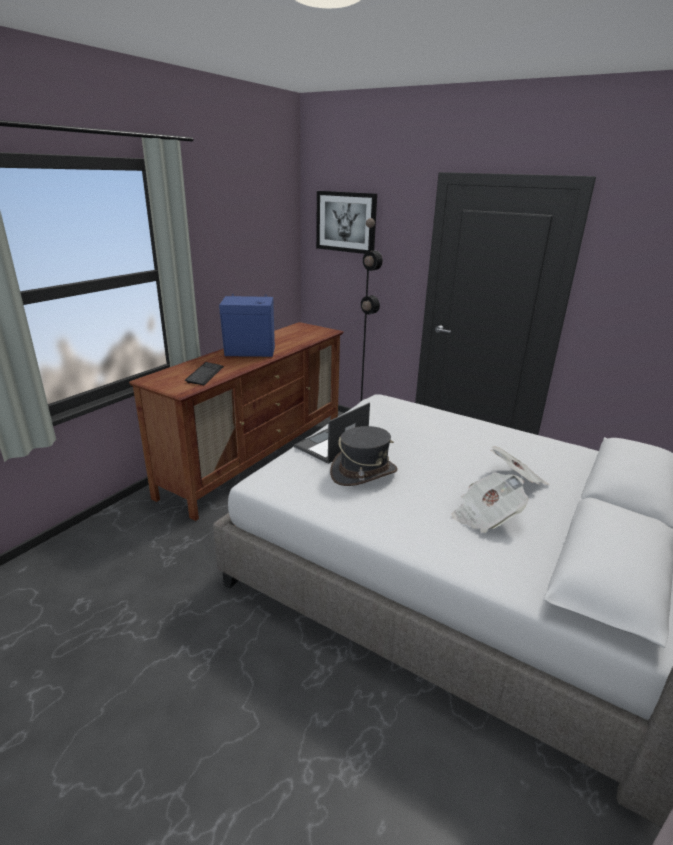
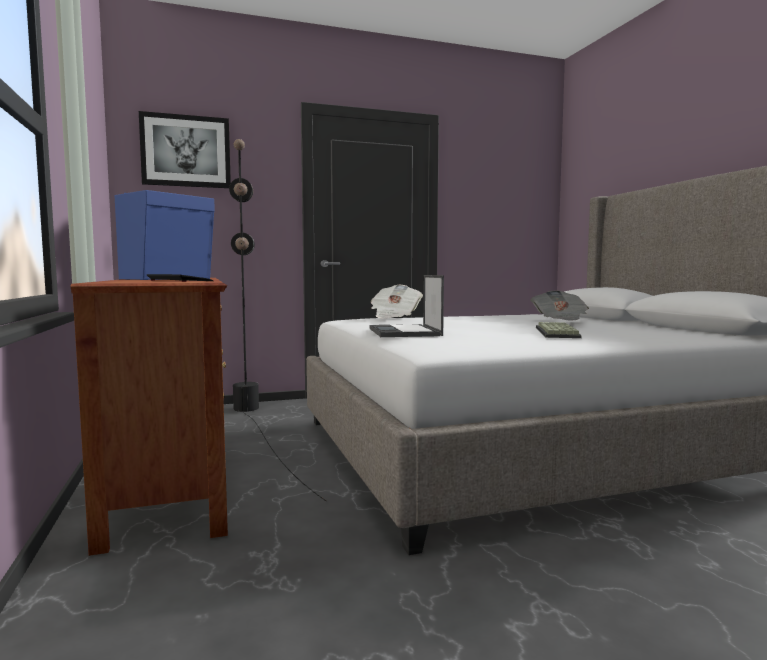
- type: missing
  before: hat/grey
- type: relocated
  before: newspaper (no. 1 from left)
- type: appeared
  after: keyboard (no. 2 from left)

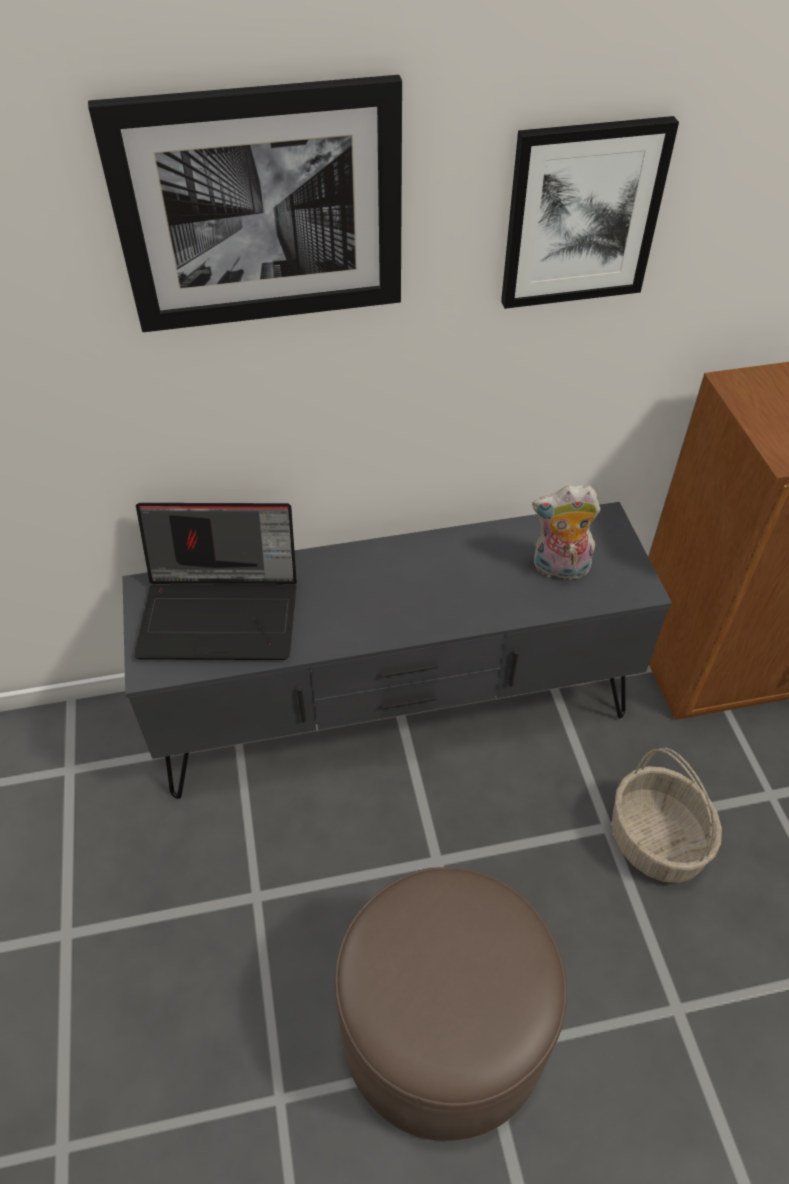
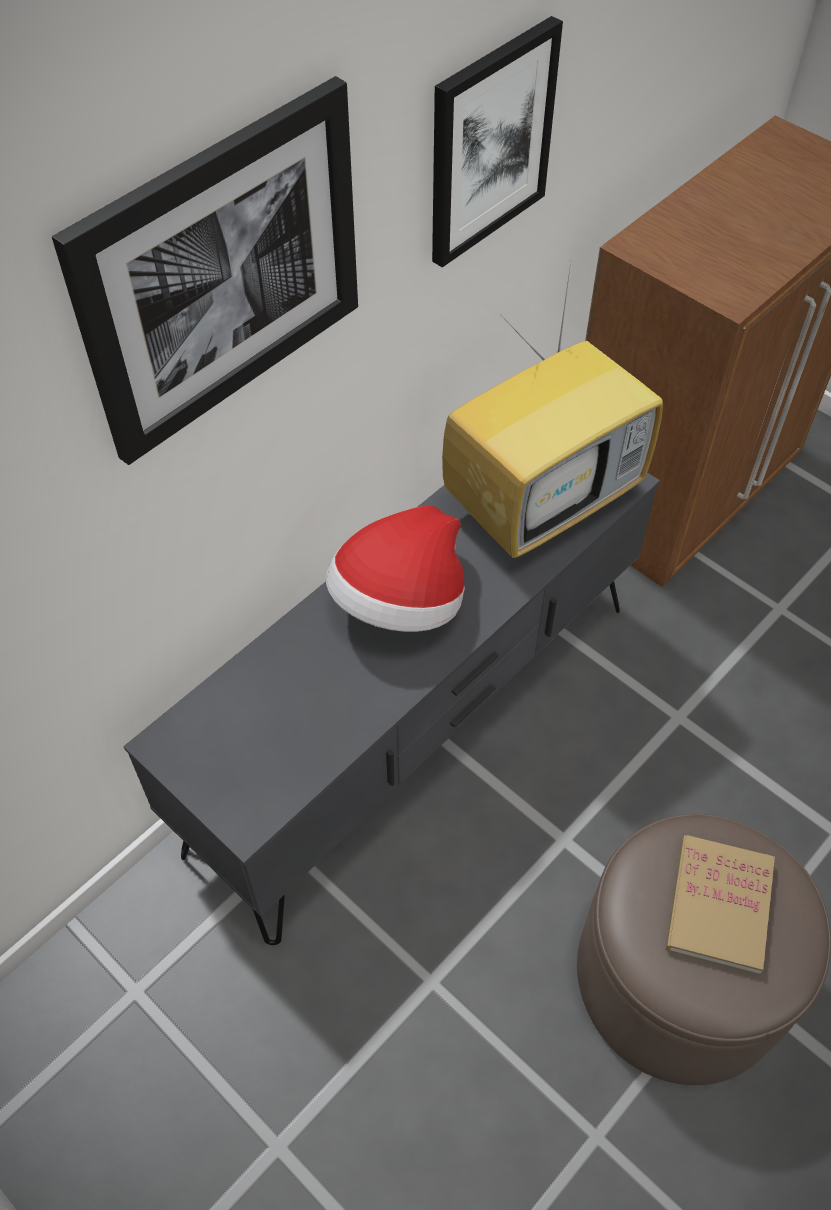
- type: missing
  before: laptop
- type: exchanged
  before: plush toy
  after: television
- type: missing
  before: basket
- type: appeared
  after: hat
- type: appeared
  after: book

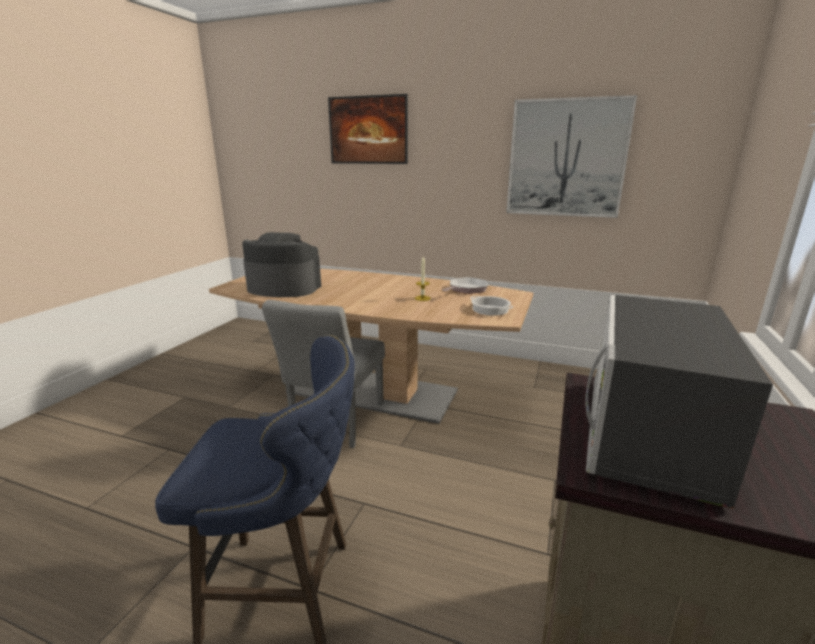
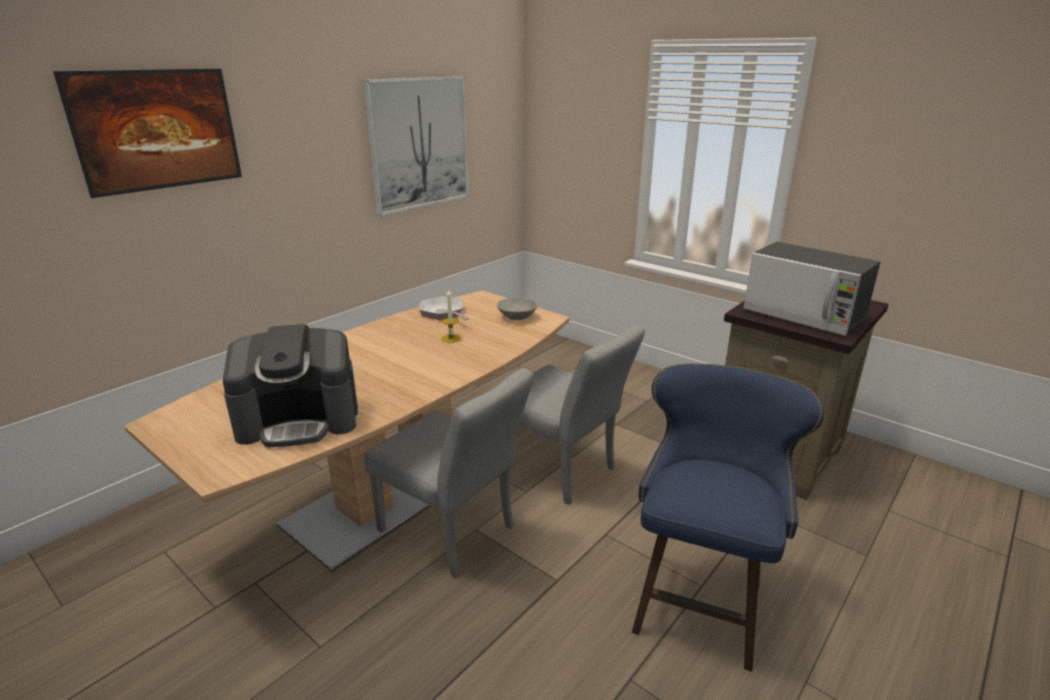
- type: spun
  before: coffee machine
  turn: -135
- type: exchanged
  before: cooking pot
  after: bowl/grey
- type: appeared
  after: chair/grey (no. 2 from left)

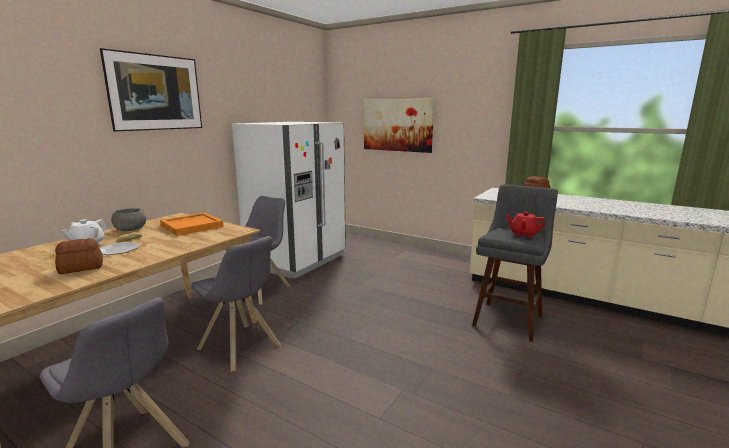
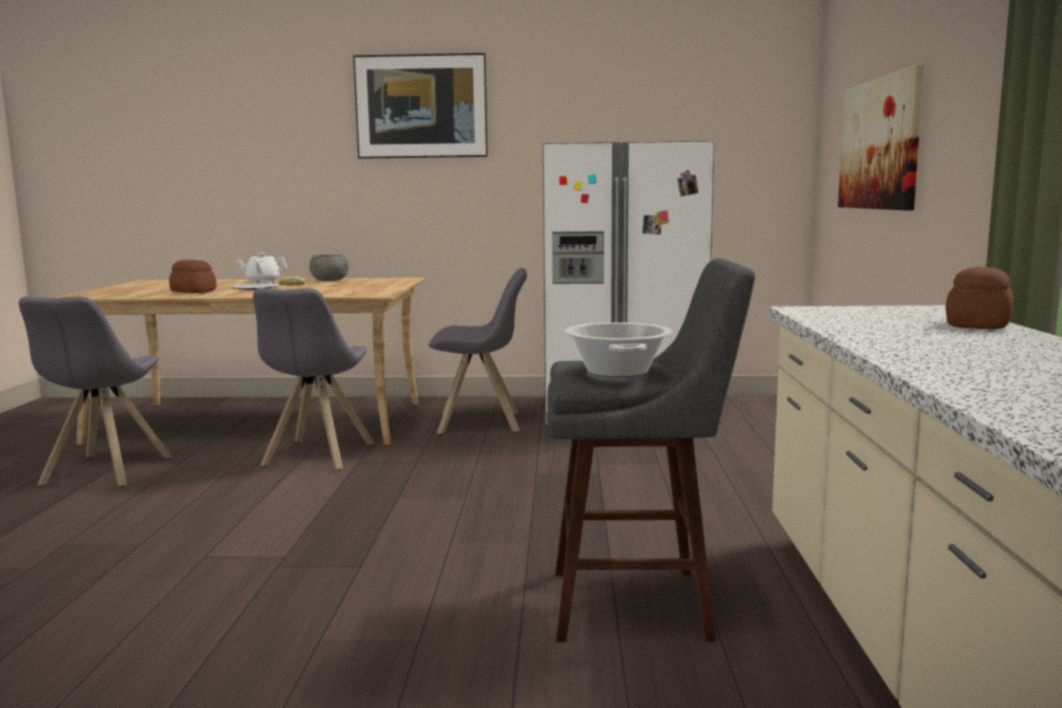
- type: missing
  before: tray/orange
- type: exchanged
  before: teapot/red
  after: cooking pot

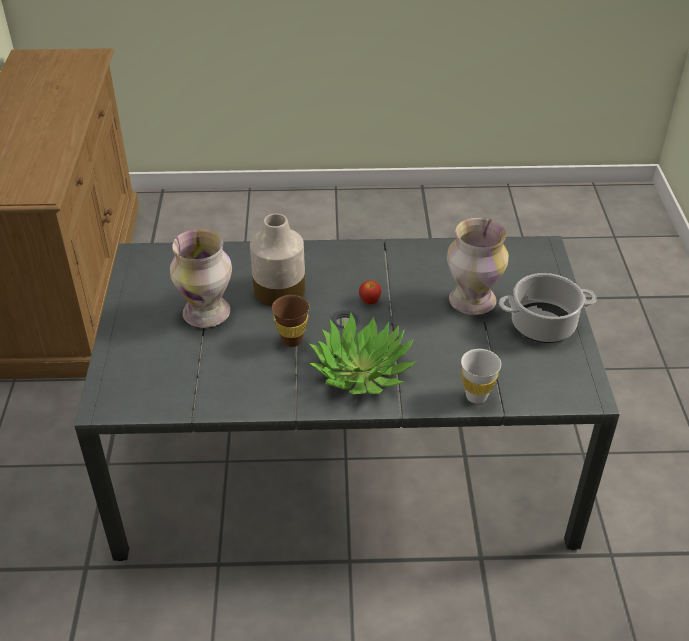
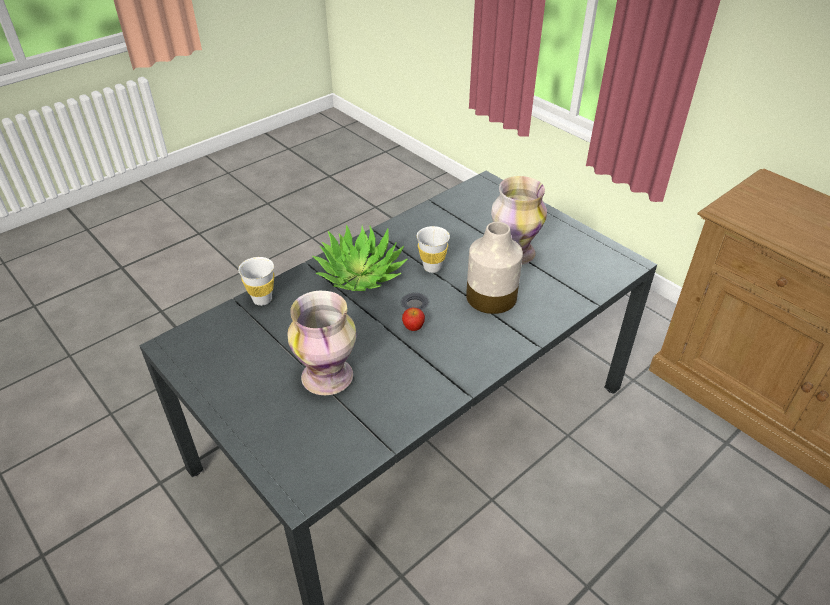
- type: colour
  before: cup/brown
  after: cup/white (no. 2 from left)
- type: missing
  before: cooking pot

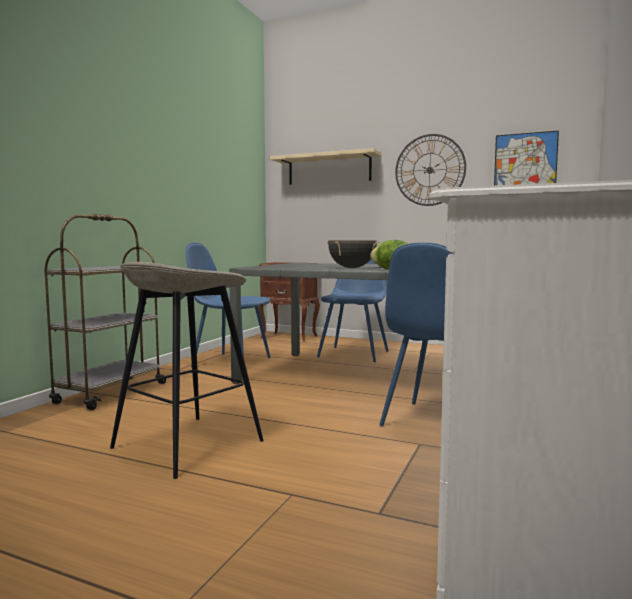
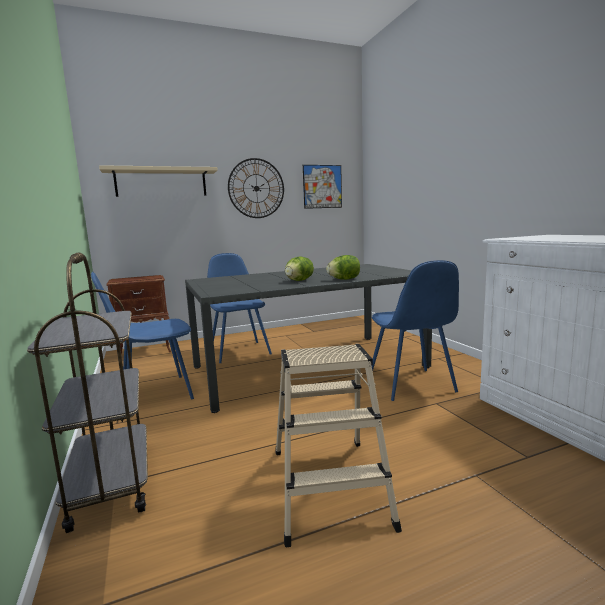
- type: exchanged
  before: stool/grey
  after: step ladder/beige
- type: exchanged
  before: cooking pot/black
  after: lettuce (no. 1 from left)

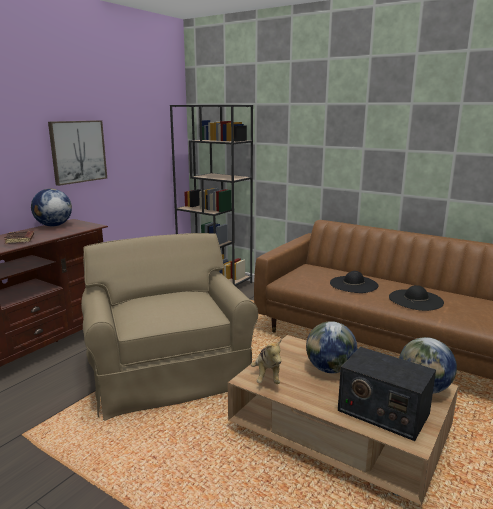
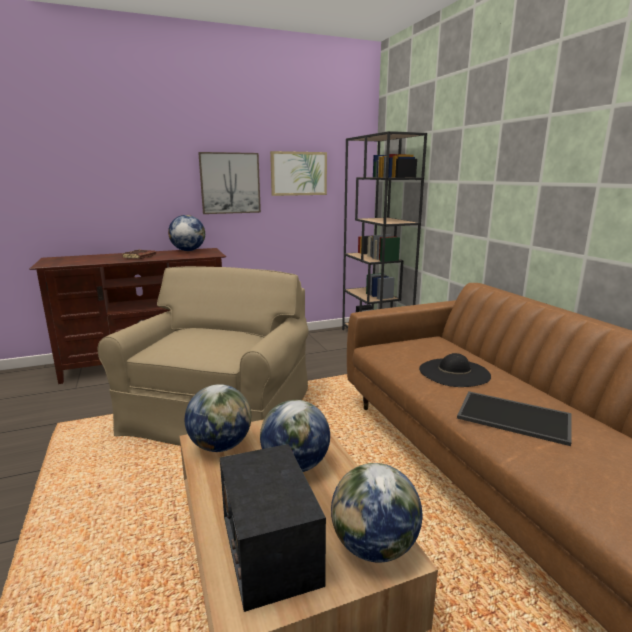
- type: exchanged
  before: plush toy
  after: globe (no. 2 from left)
- type: exchanged
  before: hat/black (no. 2 from left)
  after: tray
- type: appeared
  after: picture (no. 2 from left)

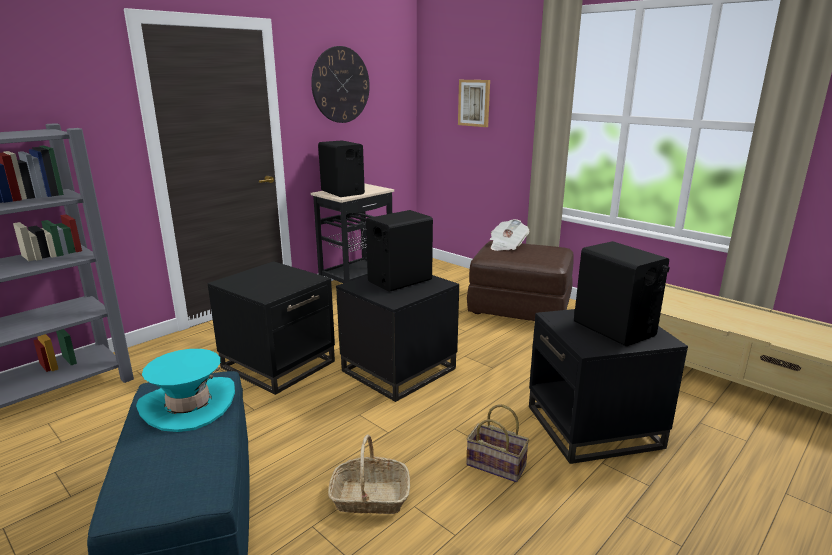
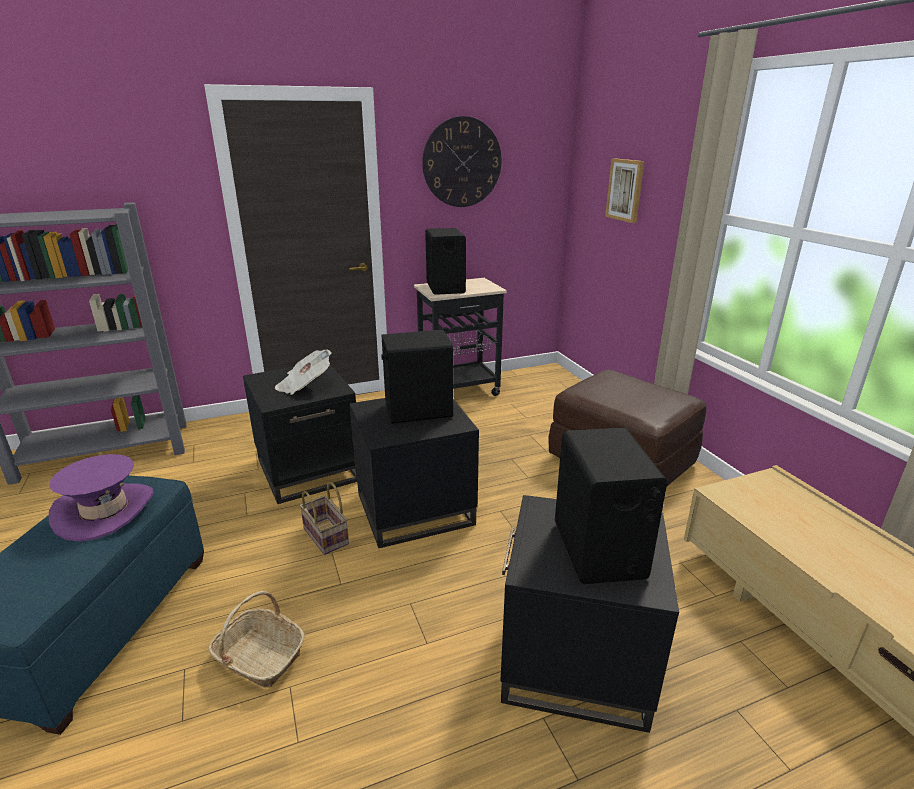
- type: colour
  before: hat/turquoise
  after: hat/purple
- type: relocated
  before: basket (no. 2 from left)
- type: relocated
  before: newspaper

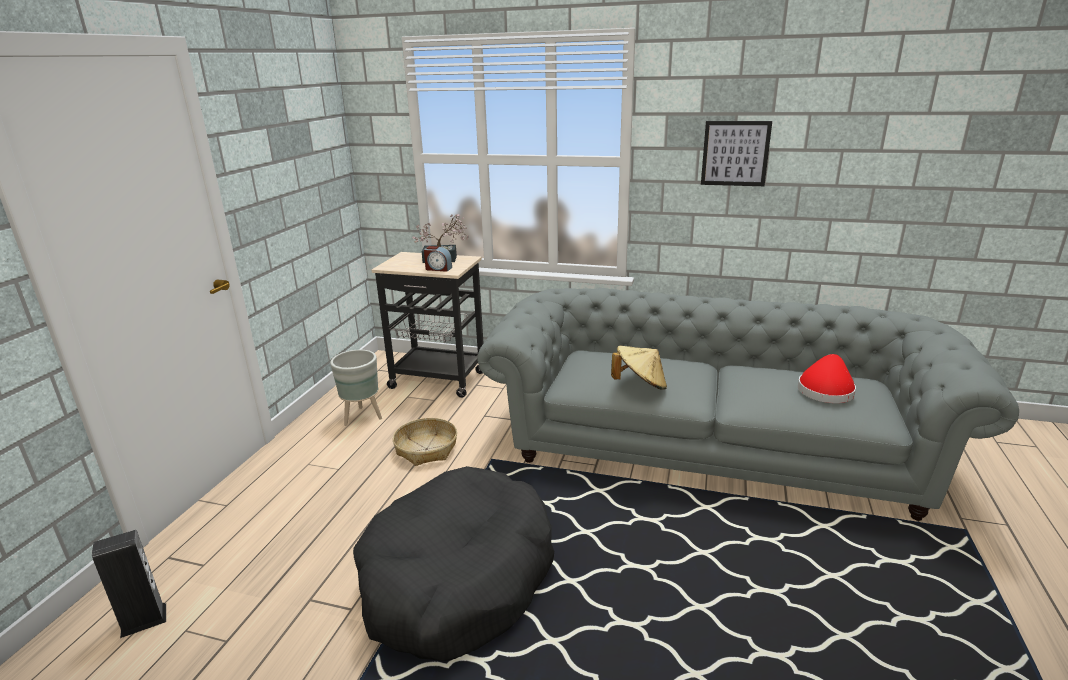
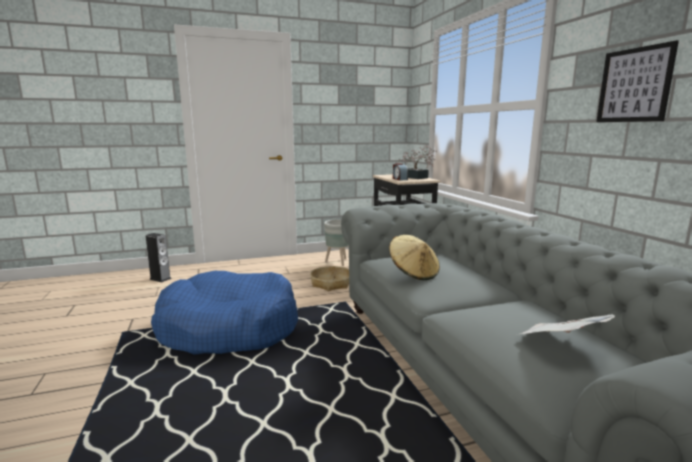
- type: colour
  before: dog bed/black
  after: dog bed/blue
- type: exchanged
  before: hat/red
  after: newspaper

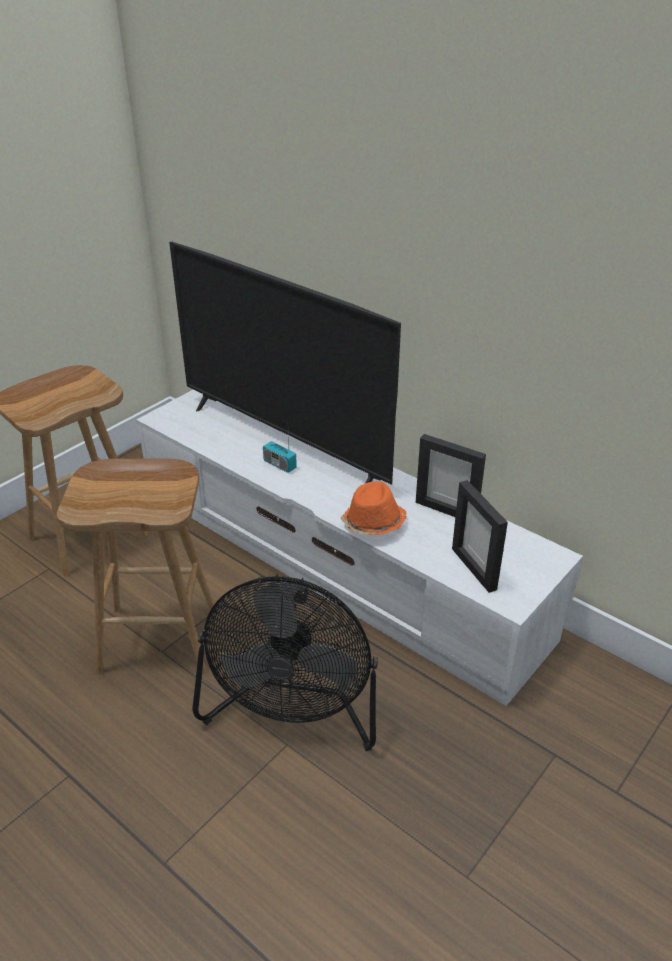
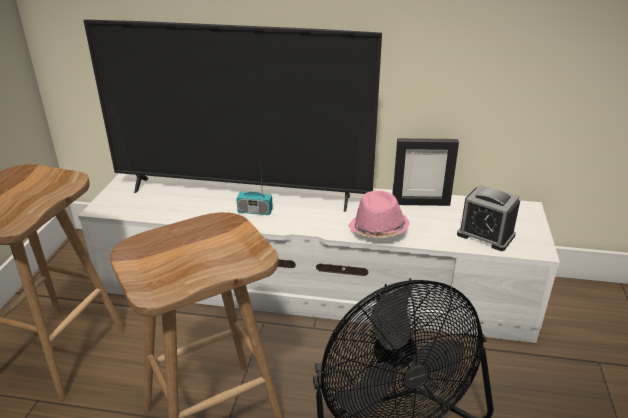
- type: colour
  before: hat/orange
  after: hat/pink
- type: exchanged
  before: picture frame (no. 2 from left)
  after: alarm clock

